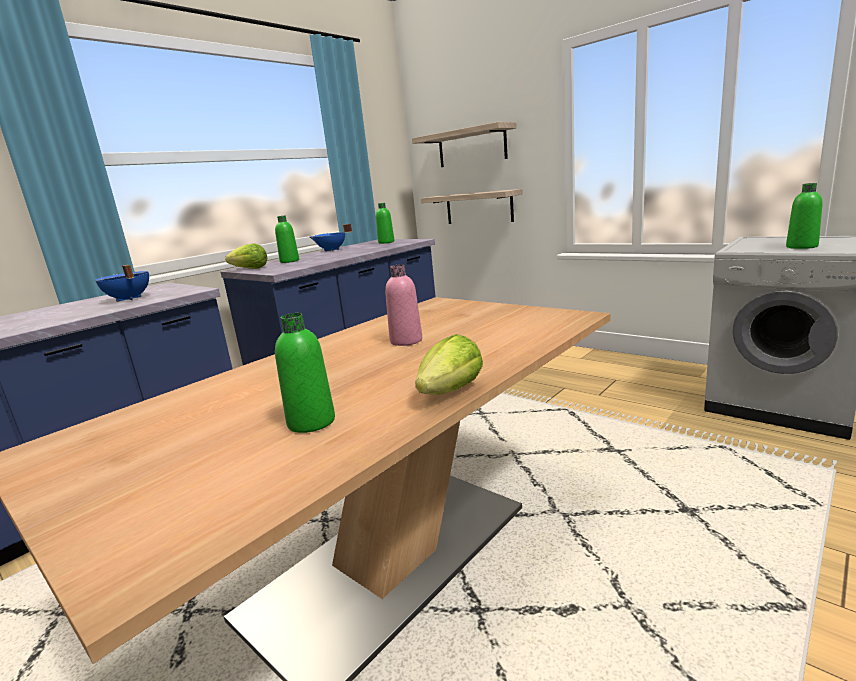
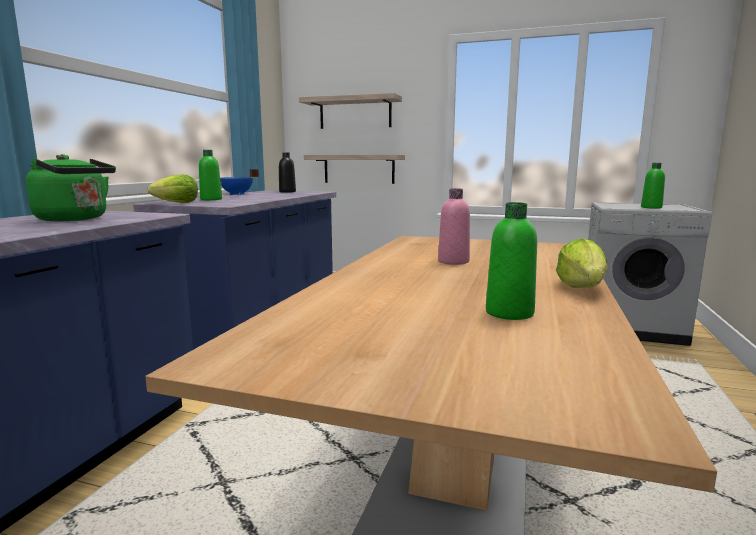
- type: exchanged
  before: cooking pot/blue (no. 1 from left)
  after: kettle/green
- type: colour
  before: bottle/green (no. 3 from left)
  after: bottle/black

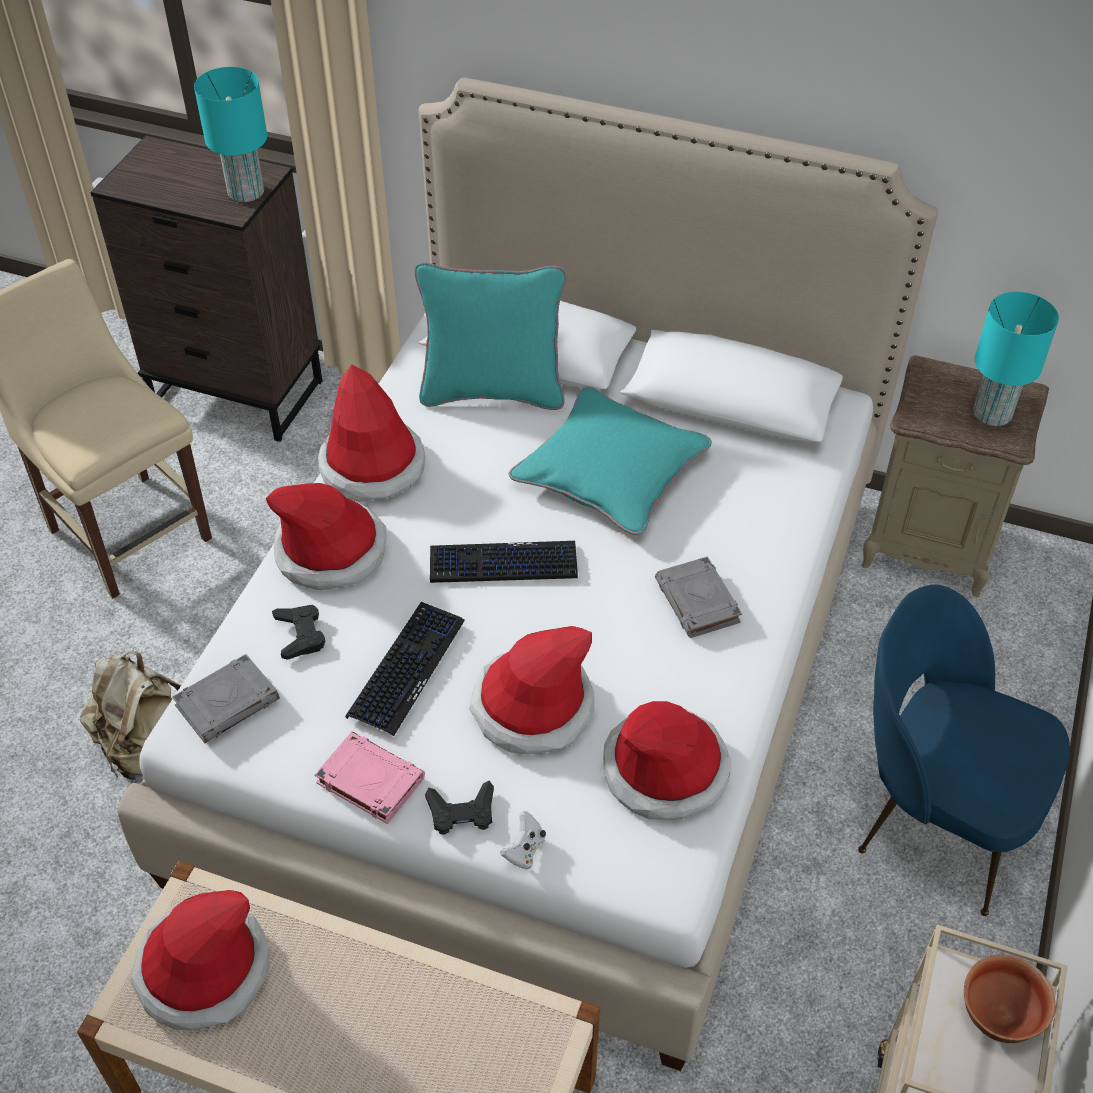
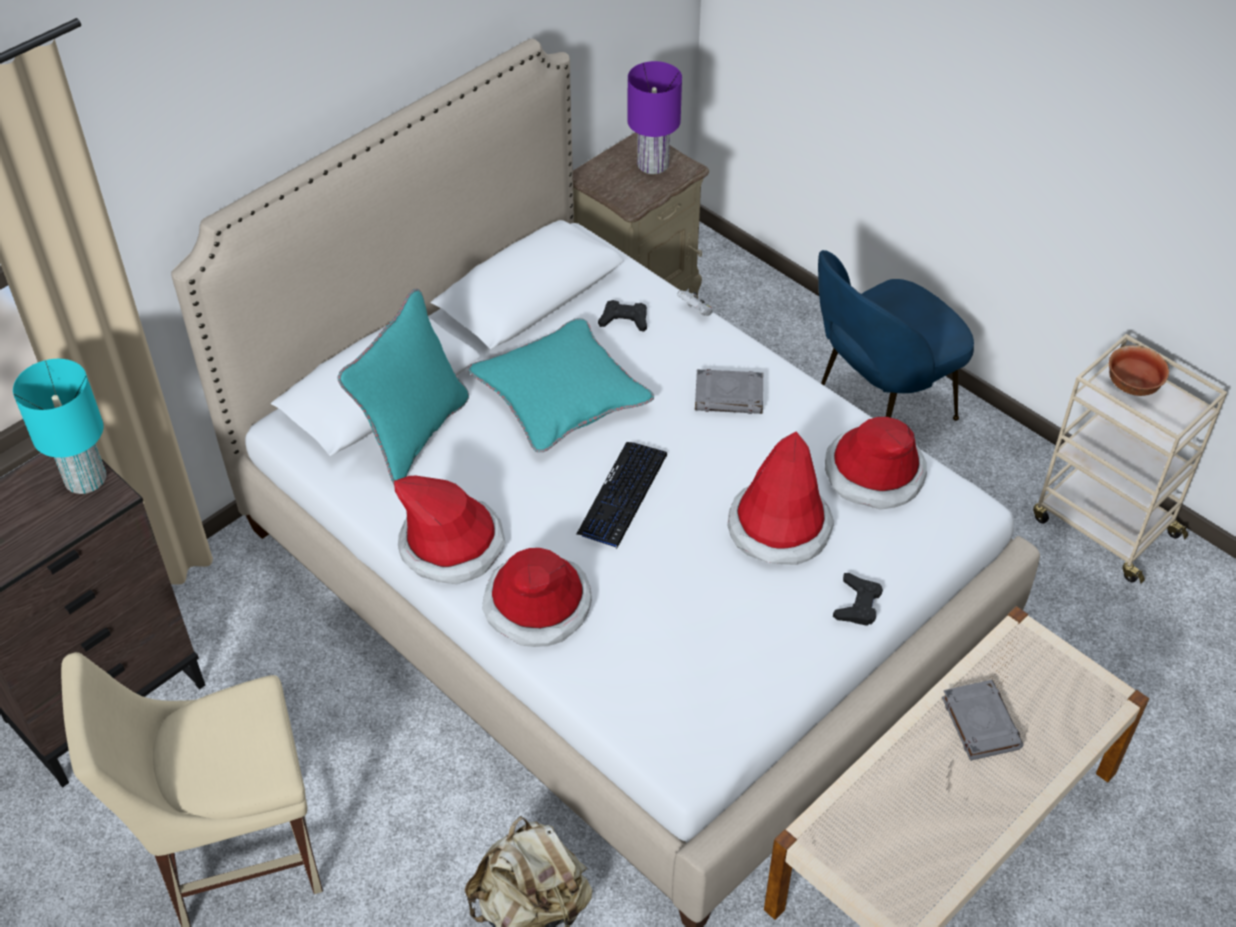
- type: missing
  before: hat (no. 1 from left)
- type: relocated
  before: book/grey (no. 1 from left in the first image)
  after: book/grey (no. 2 from left)
- type: relocated
  before: game controller/black (no. 1 from left)
- type: missing
  before: book/pink
- type: missing
  before: keyboard (no. 1 from left)
- type: relocated
  before: game controller/white
- type: colour
  before: table lamp/turquoise (no. 2 from left)
  after: table lamp/purple

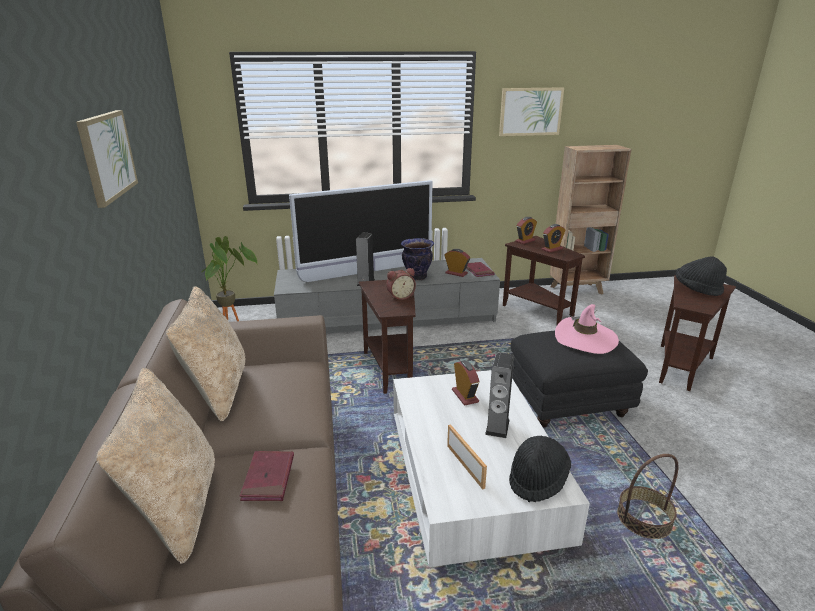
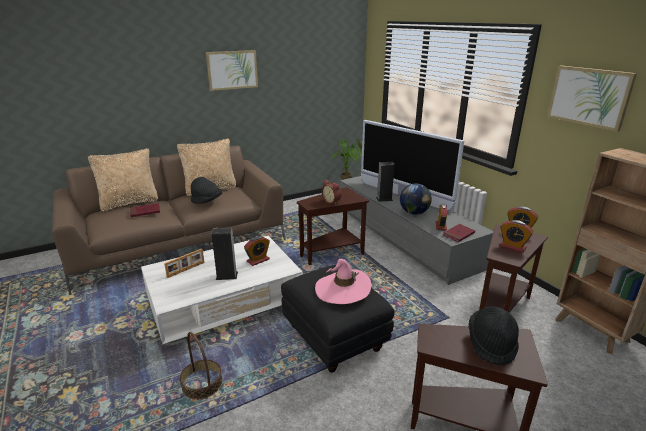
- type: exchanged
  before: vase
  after: globe
- type: relocated
  before: hat/black (no. 1 from left)

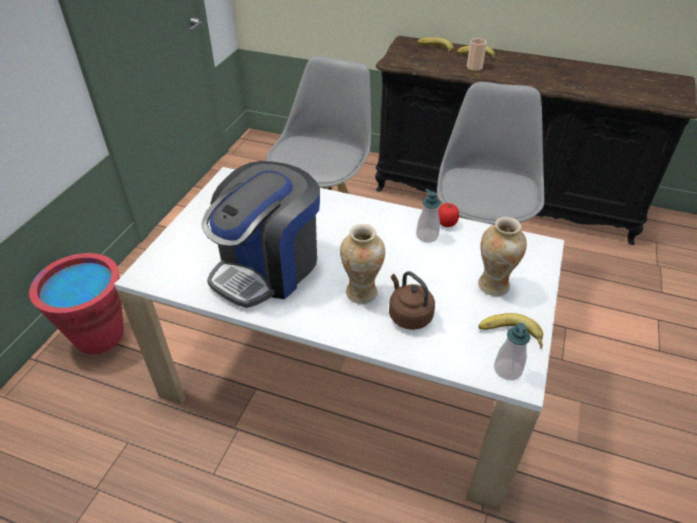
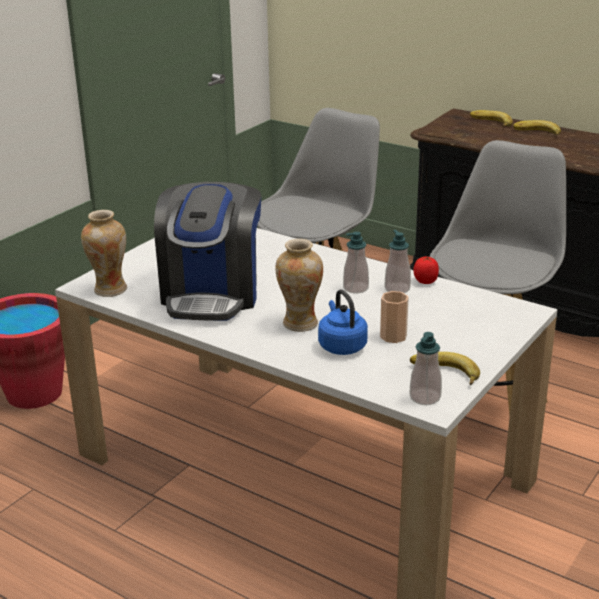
- type: spun
  before: coffee machine
  turn: -45
- type: colour
  before: kettle/brown
  after: kettle/blue
- type: relocated
  before: cup
- type: relocated
  before: vase (no. 2 from left in the first image)
  after: vase (no. 1 from left)
- type: appeared
  after: soap dispenser (no. 1 from left)

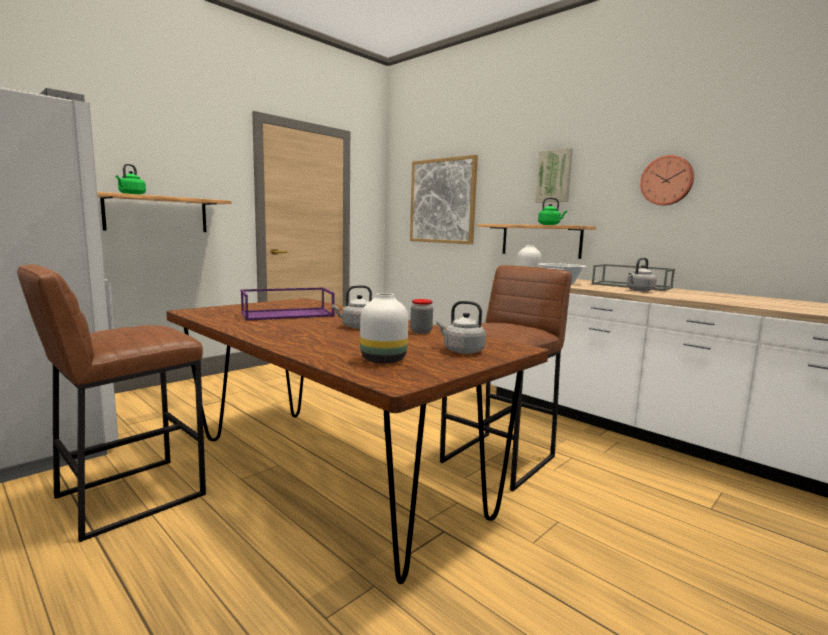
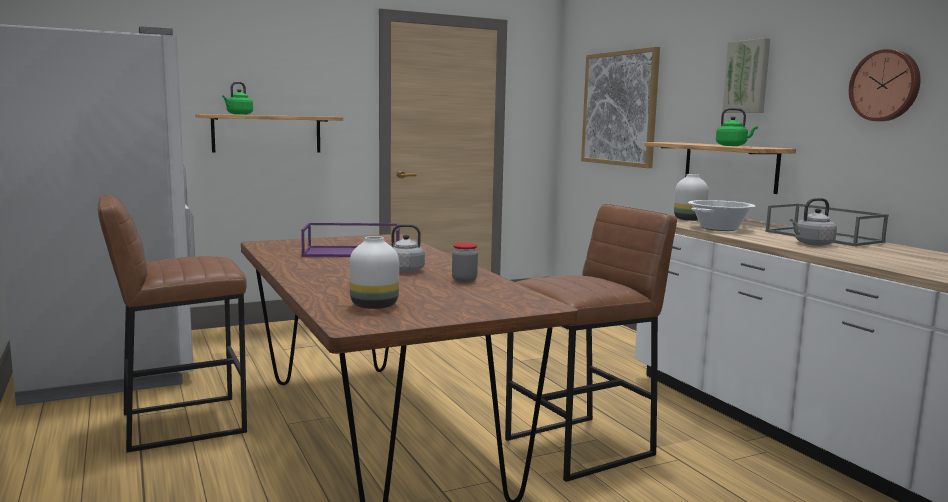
- type: missing
  before: kettle/grey (no. 2 from left)

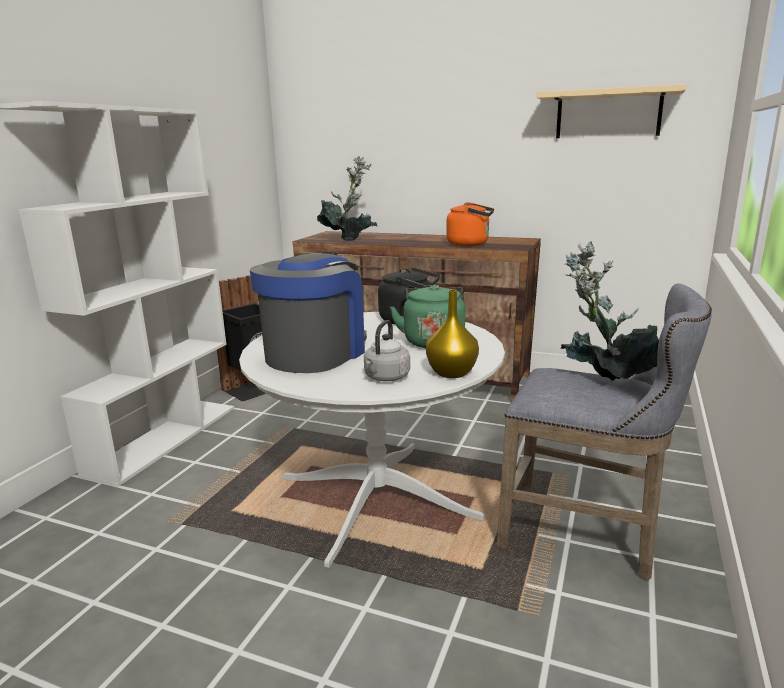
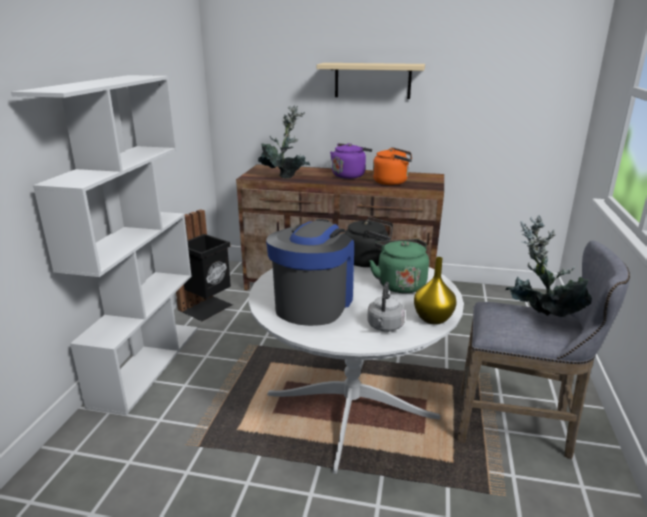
- type: relocated
  before: shelf/beige
- type: appeared
  after: kettle/purple

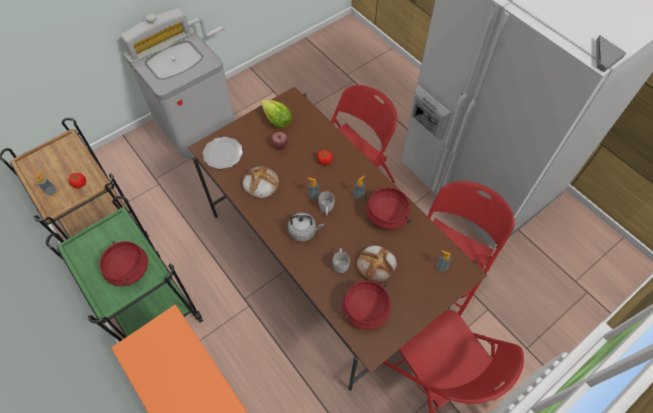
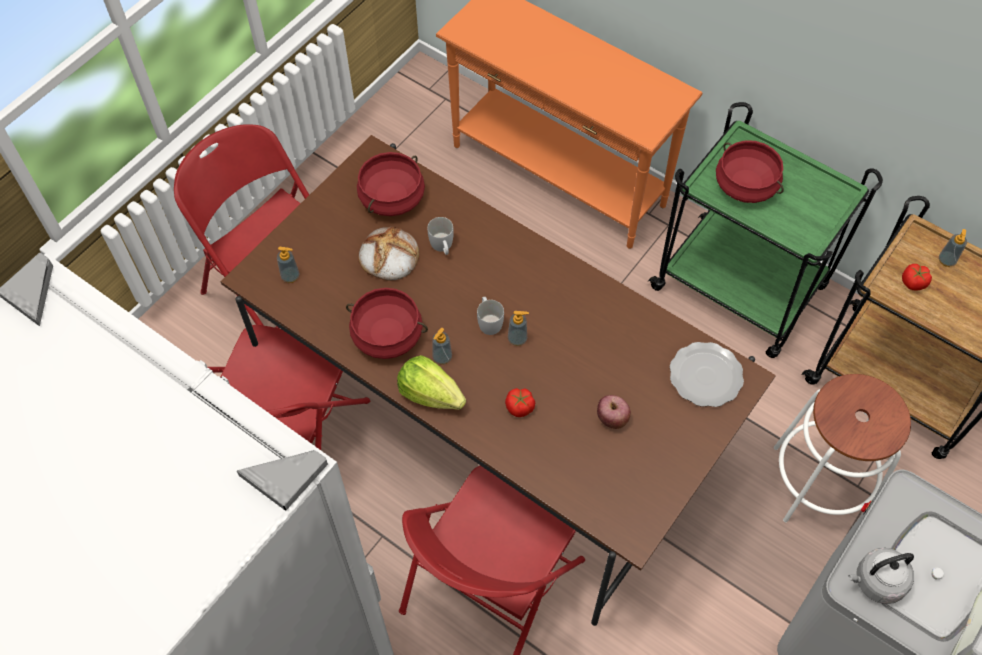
- type: missing
  before: bread (no. 1 from left)
- type: relocated
  before: lettuce
- type: relocated
  before: kettle/grey
- type: appeared
  after: stool/white

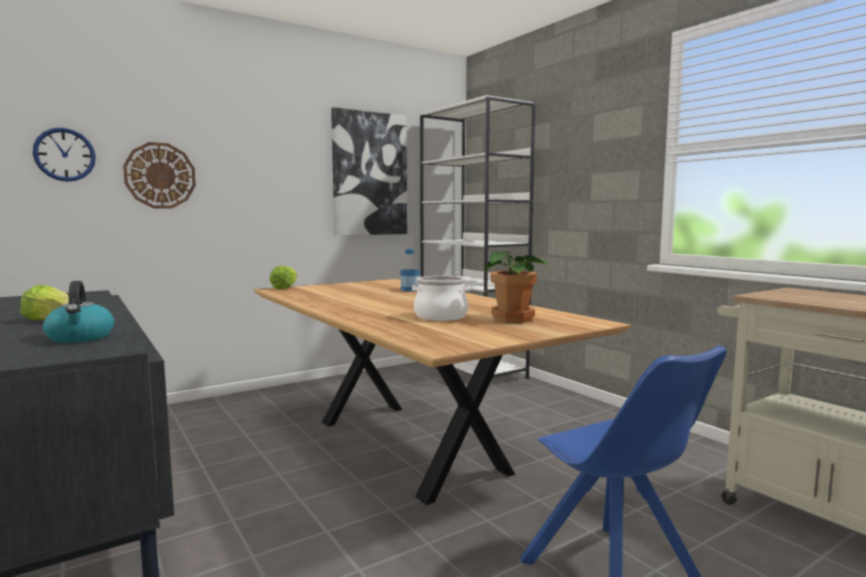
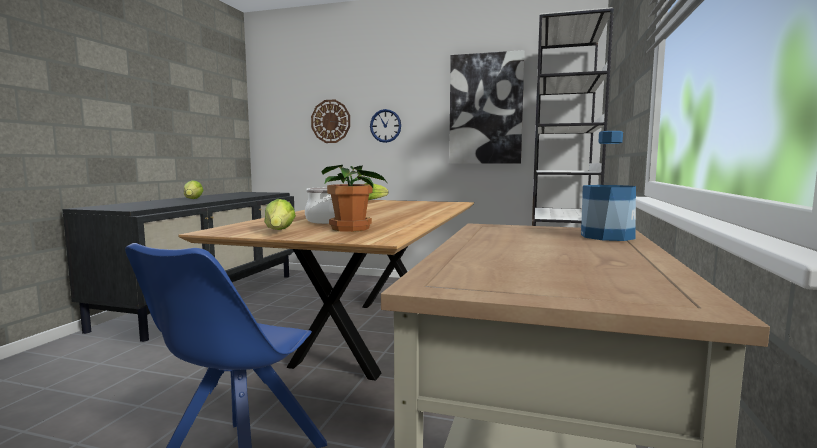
- type: relocated
  before: wall clock (no. 1 from left in the first image)
  after: wall clock (no. 2 from left)
- type: missing
  before: kettle
- type: relocated
  before: bottle
- type: appeared
  after: lettuce (no. 2 from left)

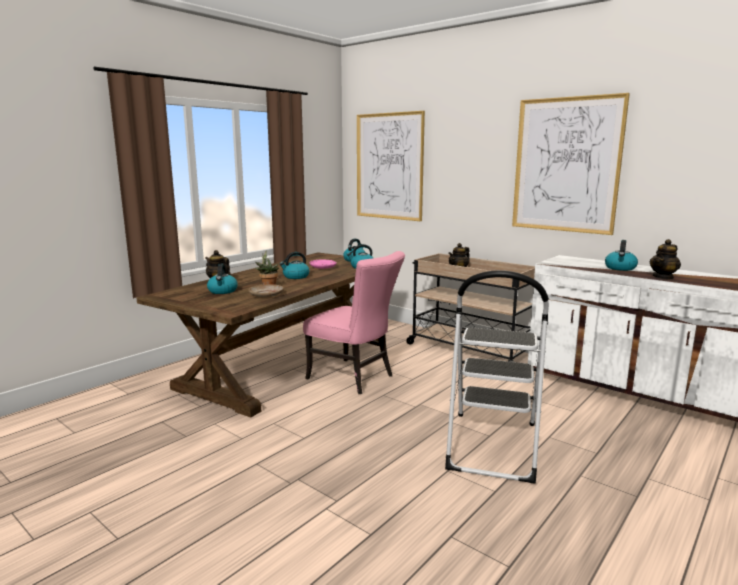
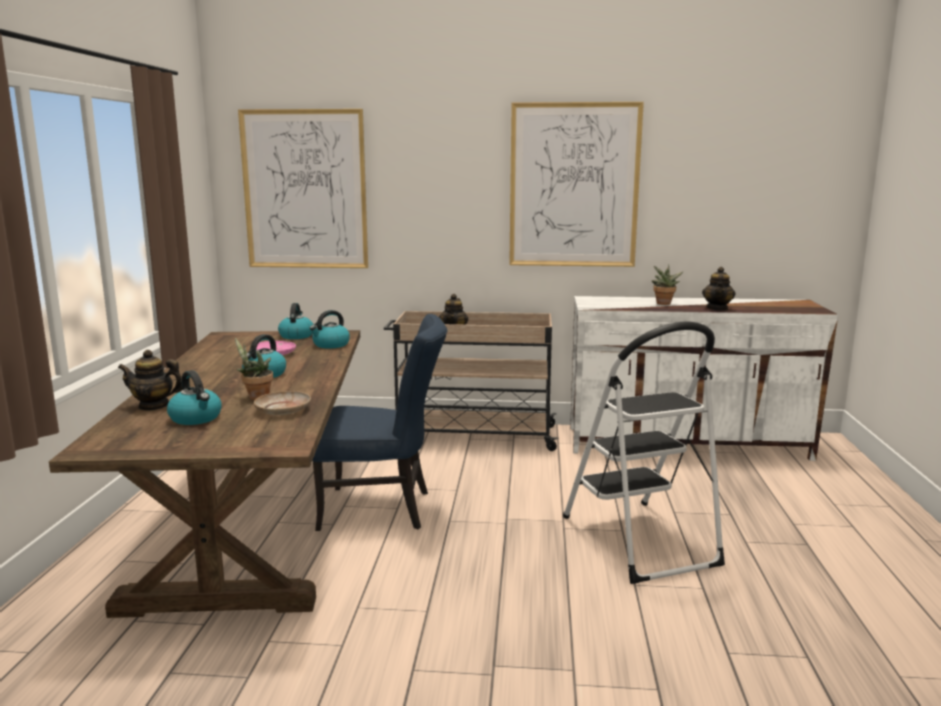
- type: colour
  before: chair/pink
  after: chair/blue
- type: exchanged
  before: kettle (no. 5 from left)
  after: potted plant (no. 2 from left)

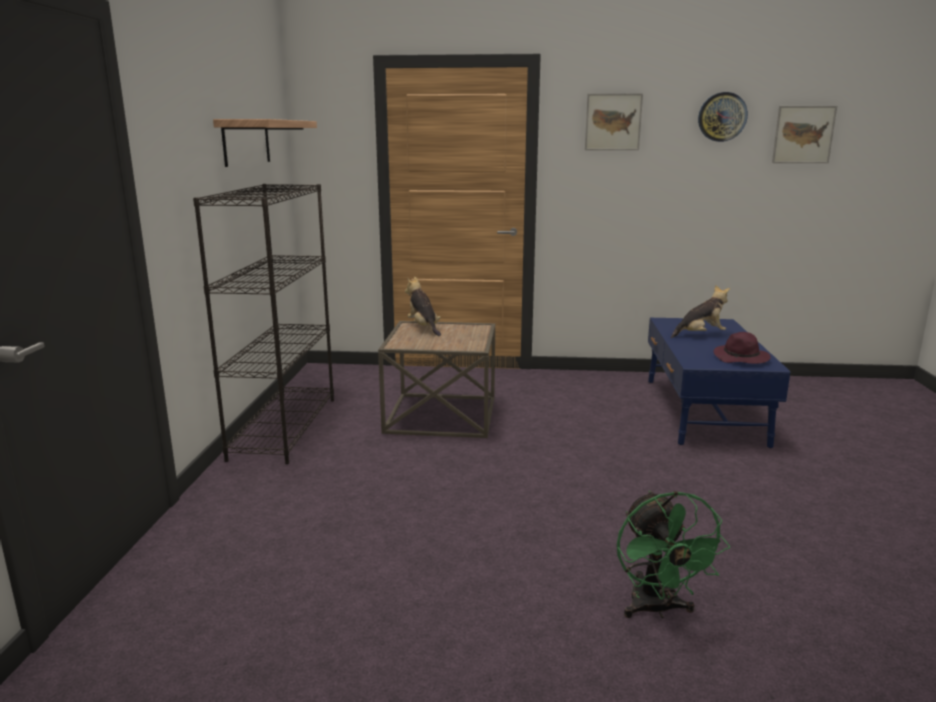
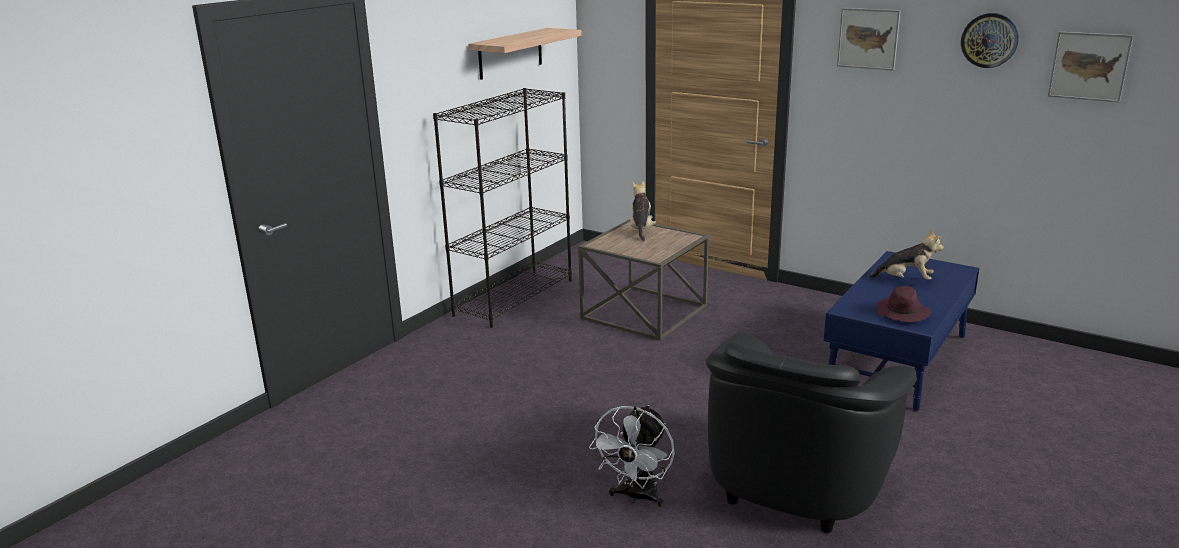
- type: colour
  before: fan/green
  after: fan/white
- type: appeared
  after: armchair/black

